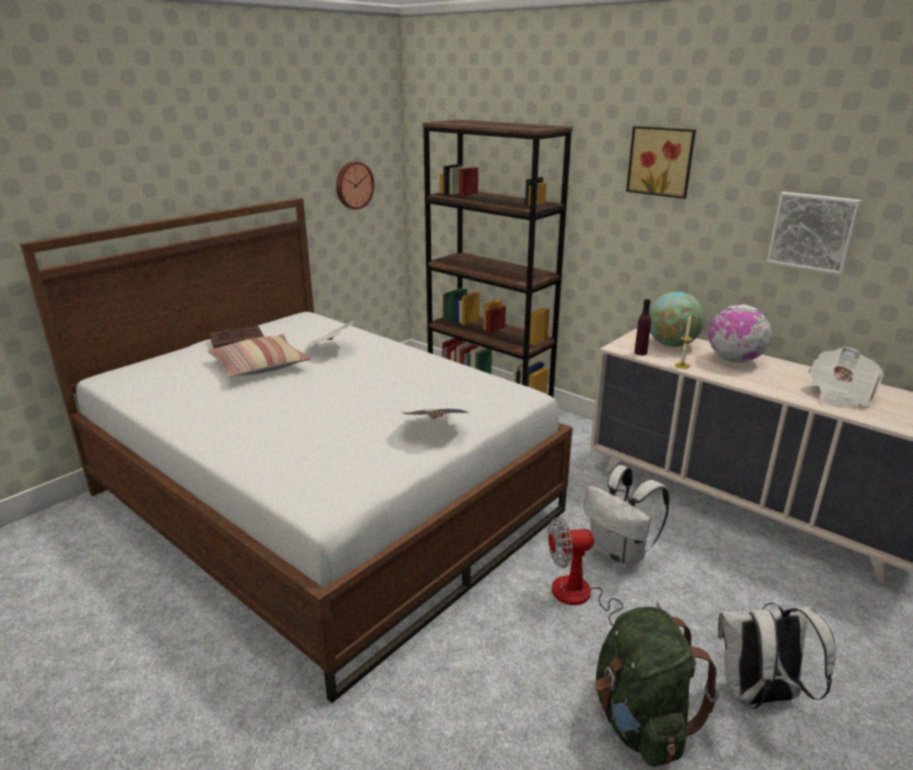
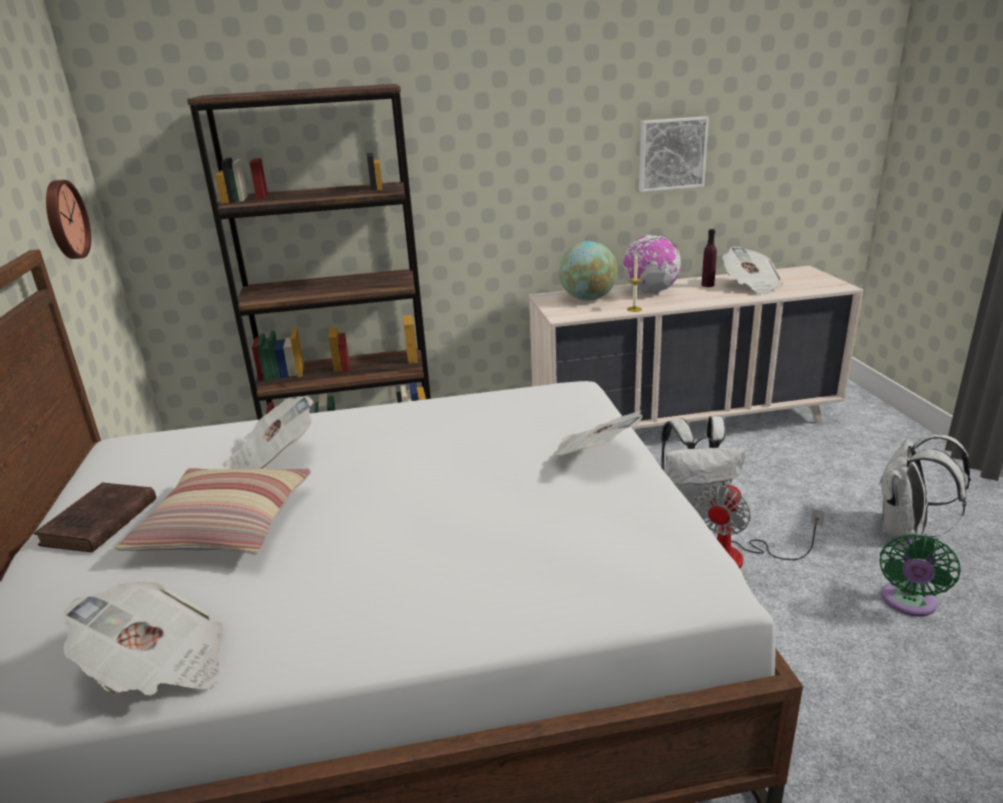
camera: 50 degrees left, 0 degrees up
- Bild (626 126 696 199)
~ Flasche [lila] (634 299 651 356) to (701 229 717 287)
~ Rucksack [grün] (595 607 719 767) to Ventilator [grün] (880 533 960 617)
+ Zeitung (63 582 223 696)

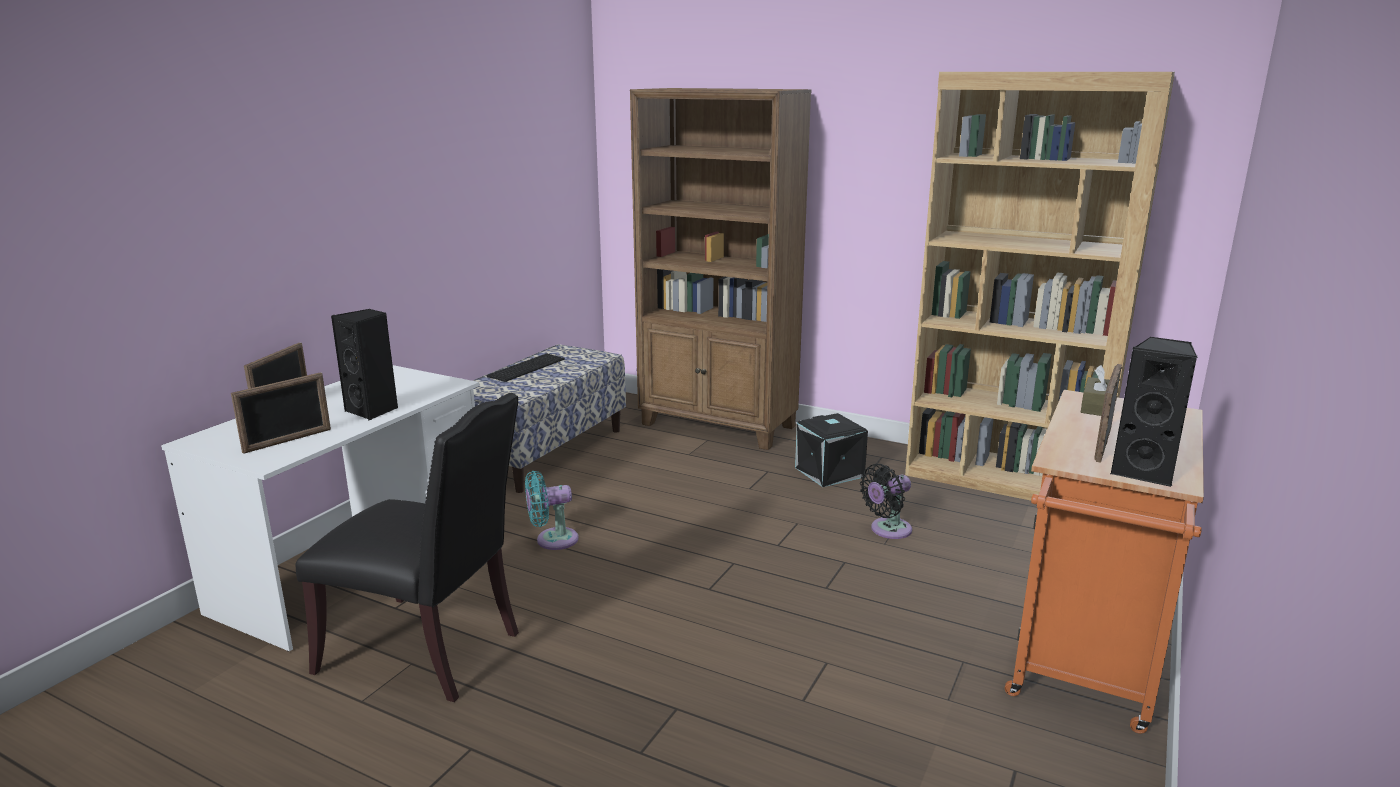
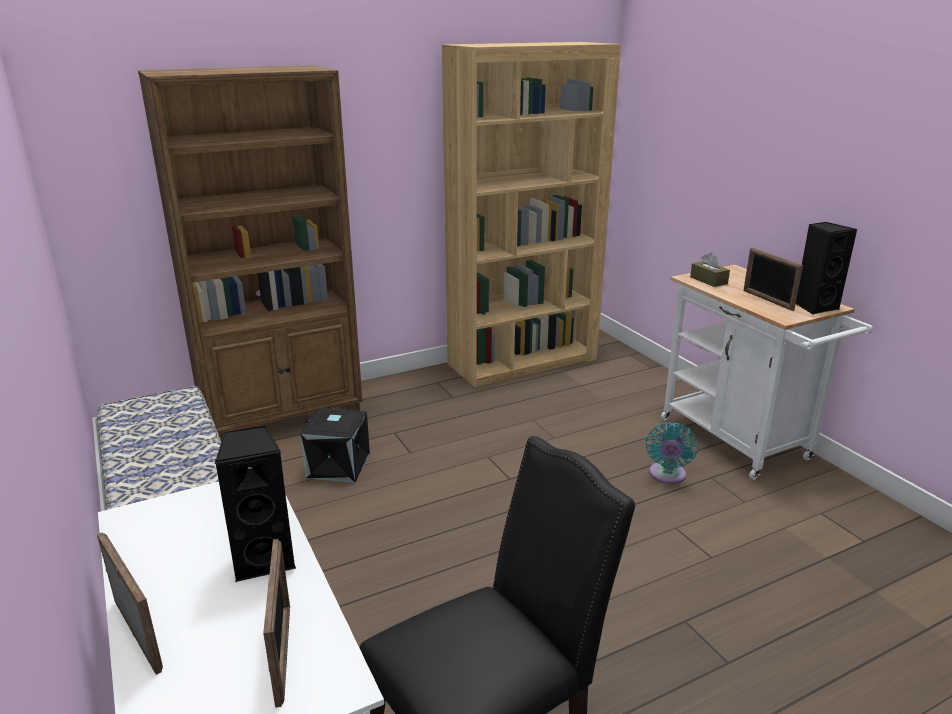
camera: 55 degrees left, 5 degrees up
- Tastatur (487 354 565 382)
~ Rollwagen [orange] (1005 390 1204 733) to Rollwagen [weiß] (661 265 873 480)
~ Aufbewahrungsbox [schwarz] (795 413 868 487) to (301 408 370 483)
- Ventilator [schwarz] (860 464 912 539)
~ Ventilator [türkis] (525 471 579 550) to (646 422 698 484)

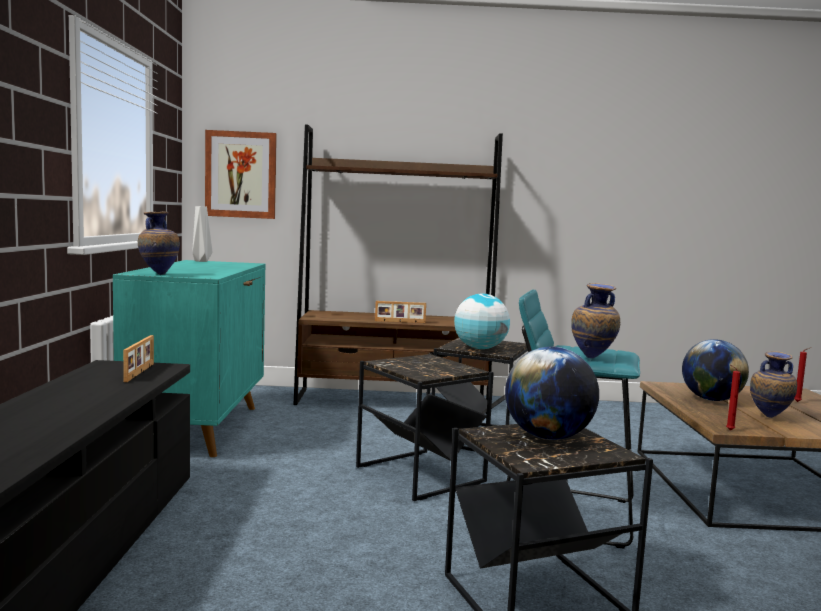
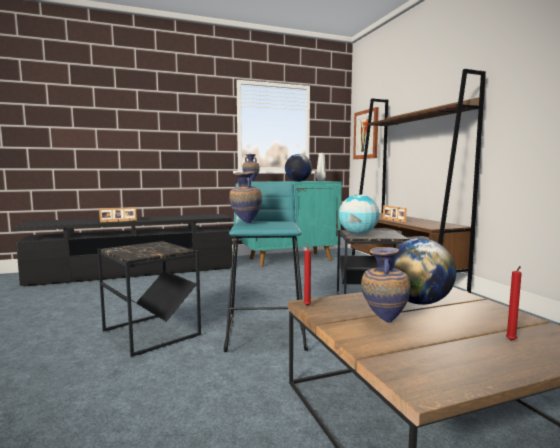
camera: 70 degrees right, 0 degrees up
~ Bilderrahmen (123 335 154 382) to (99 207 137 222)
~ Globus (505 347 599 440) to (285 154 312 182)
- Beistelltisch [schwarz] (356 353 494 501)

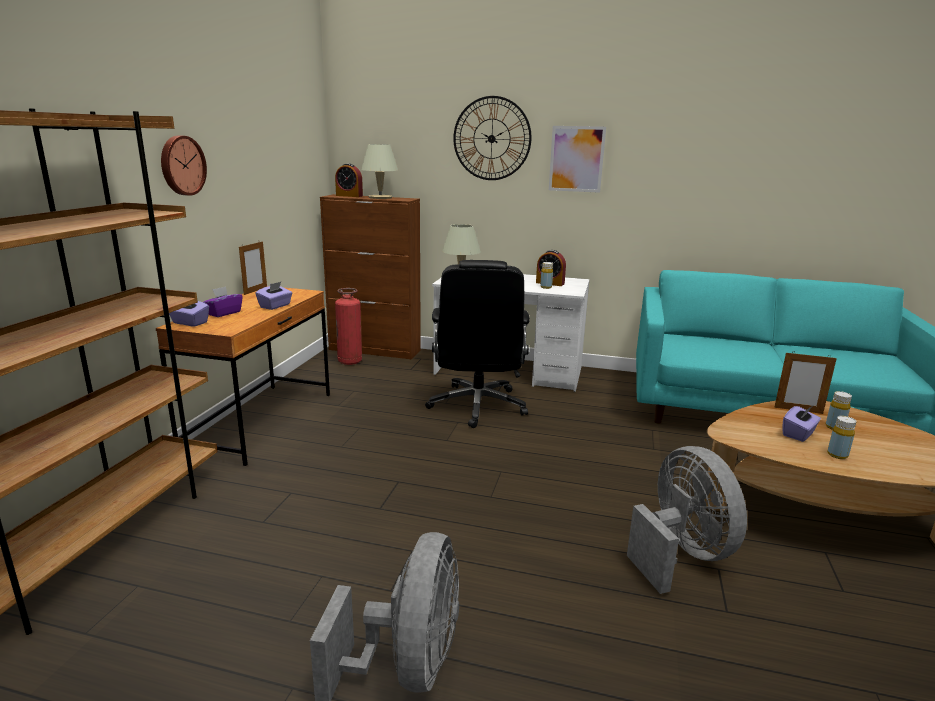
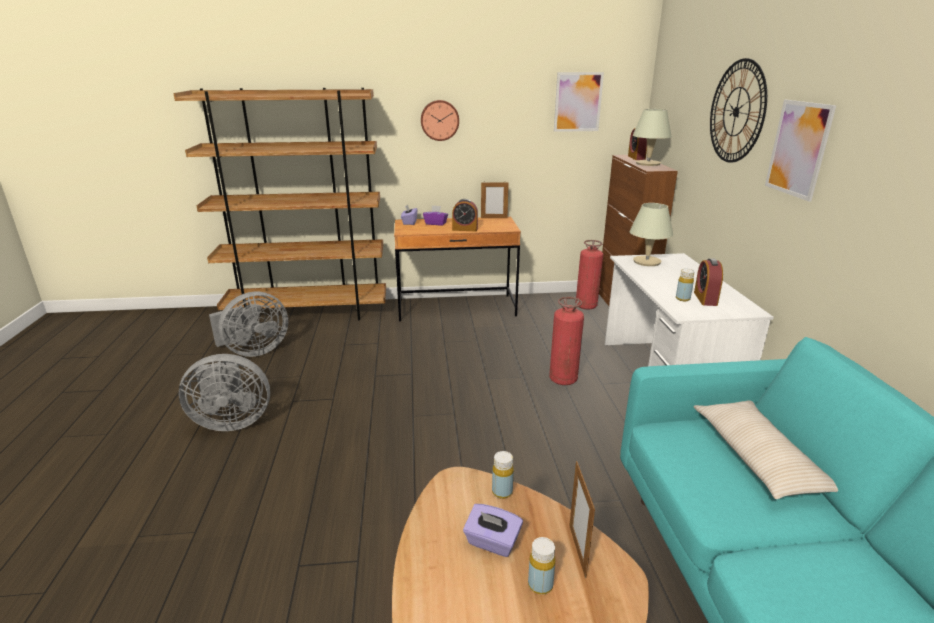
camera: 70 degrees right, 5 degrees up
~ Bürostuhl [schwarz] (425 260 530 428) to Feuerlöscher (549 297 584 385)
~ Taschentuchbox [lila] (255 282 292 310) to Wecker (452 199 478 231)
~ Flasche [gelb] (827 416 856 459) to (492 451 514 499)
~ Ventilator [grau] (627 446 747 594) to (209 292 288 357)
+ Bild (554 72 604 132)
+ Kissen [beige] (693 401 838 499)

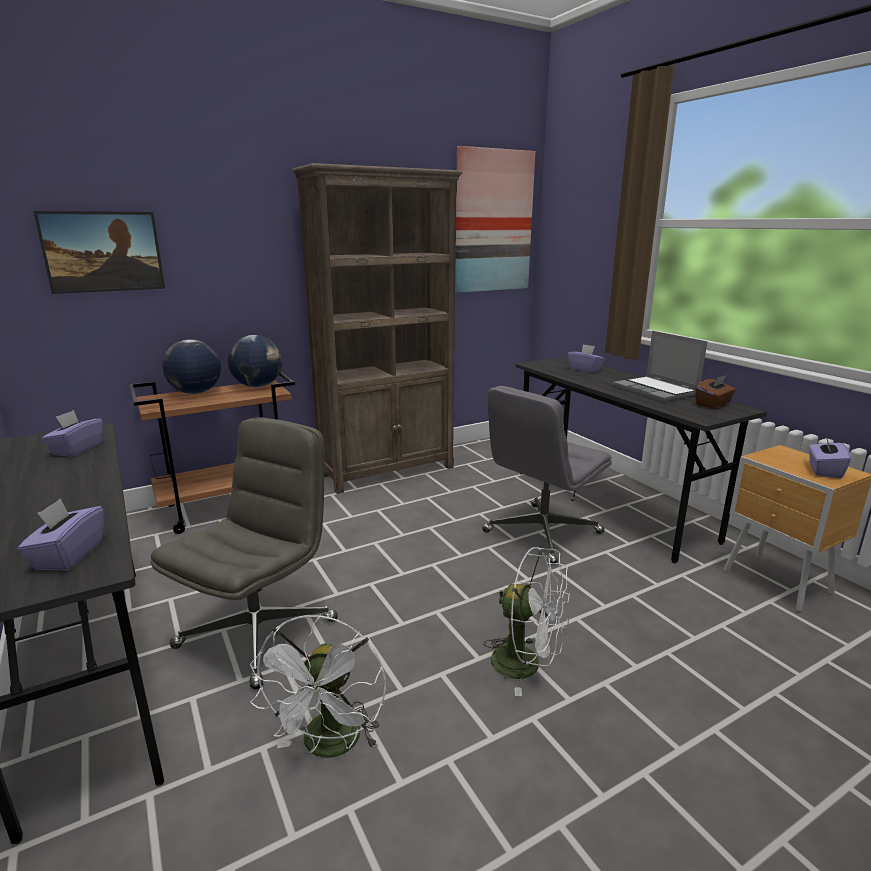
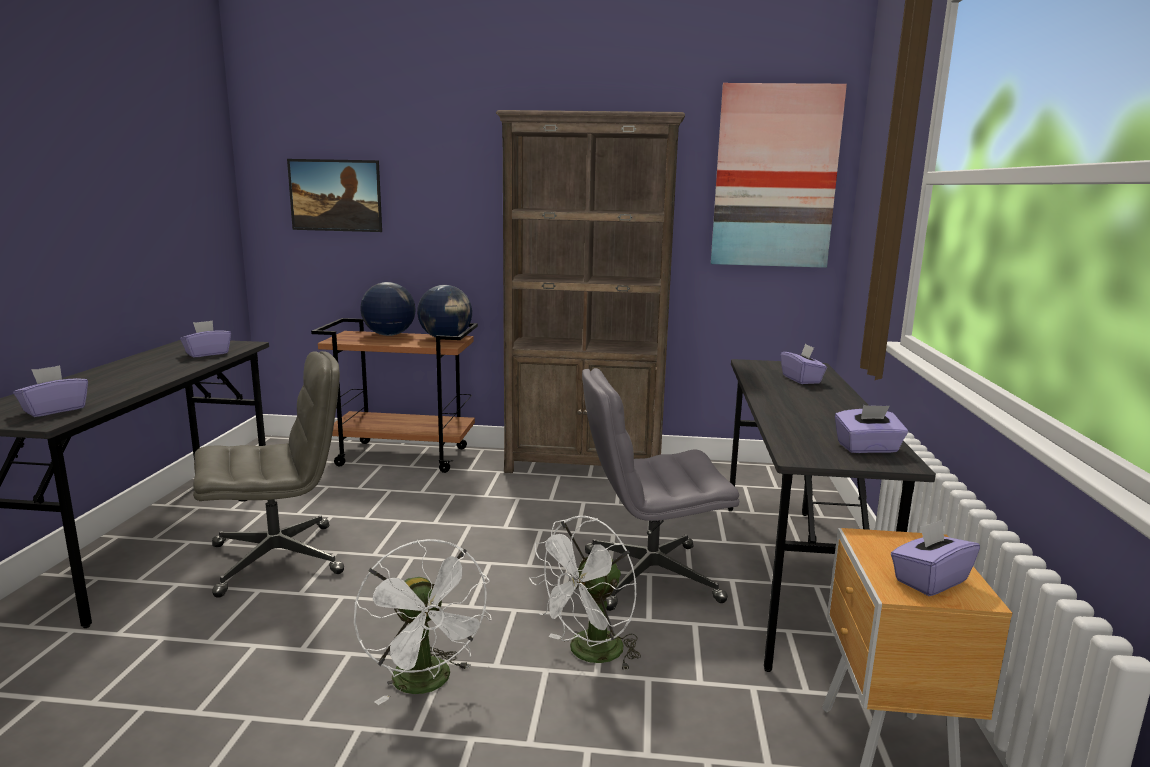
camera: 35 degrees right, 5 degrees down
- Laptop (613 331 707 402)
~ Taschentuchbox [braun] (695 375 736 409) to Taschentuchbox [lila] (835 405 908 453)
~ Ventilator [weiß] (250 615 386 758) to (529 516 641 672)

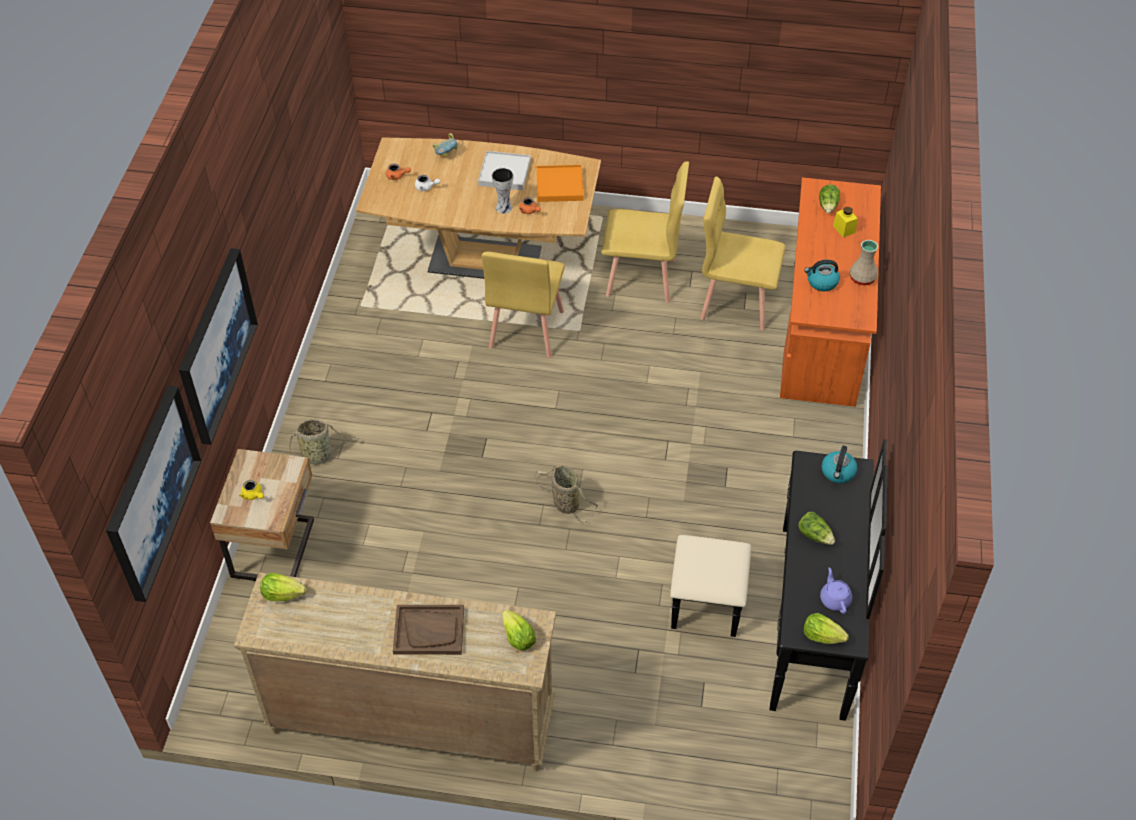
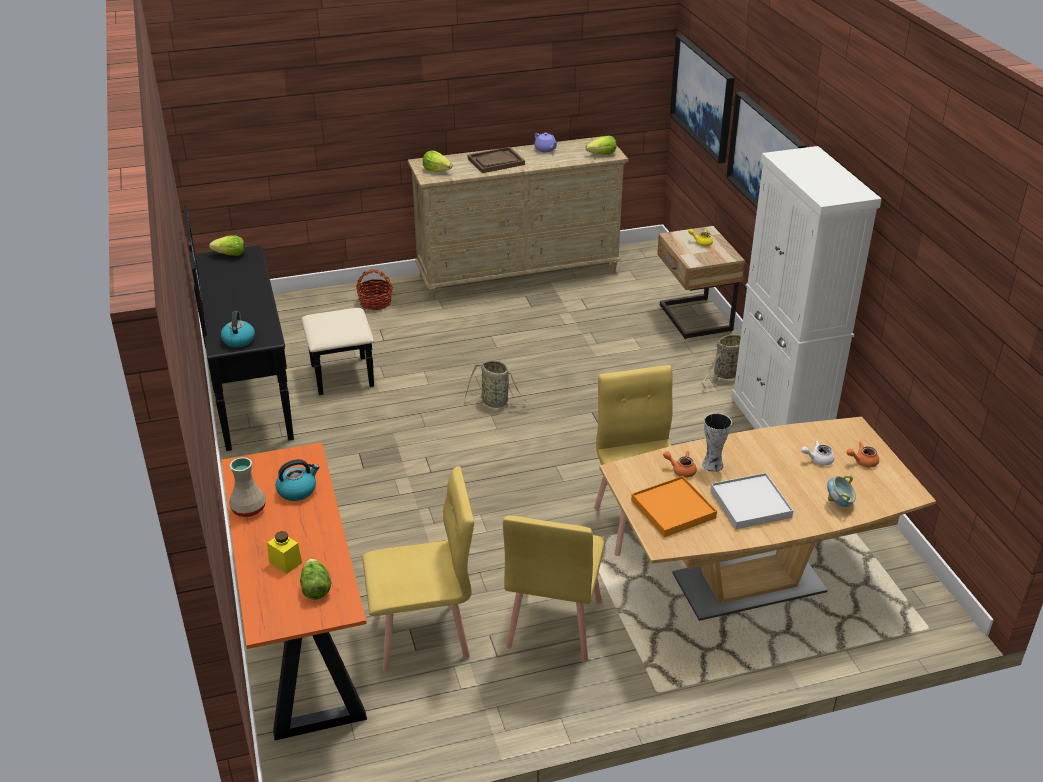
camera: 155 degrees right, 15 degrees down
~ Stuhl [gelb] (601 161 689 303) = (503 516 605 662) 60 degrees counterclockwise
- Salatkopf (798 512 835 545)
~ Teekanne [lila] (820 567 852 614) to (534 132 558 152)
+ Schrank [weiß] (731 146 882 429)
+ Korb (356 269 393 310)

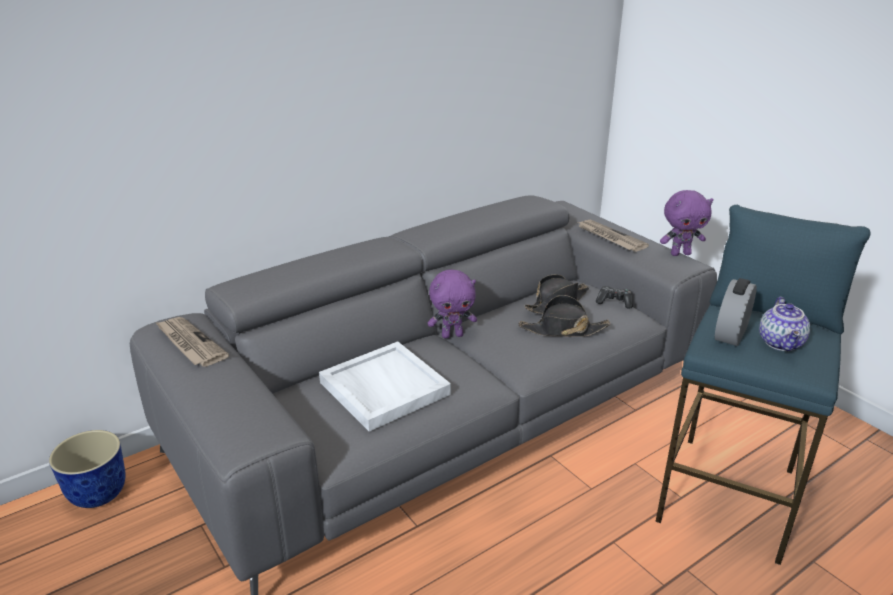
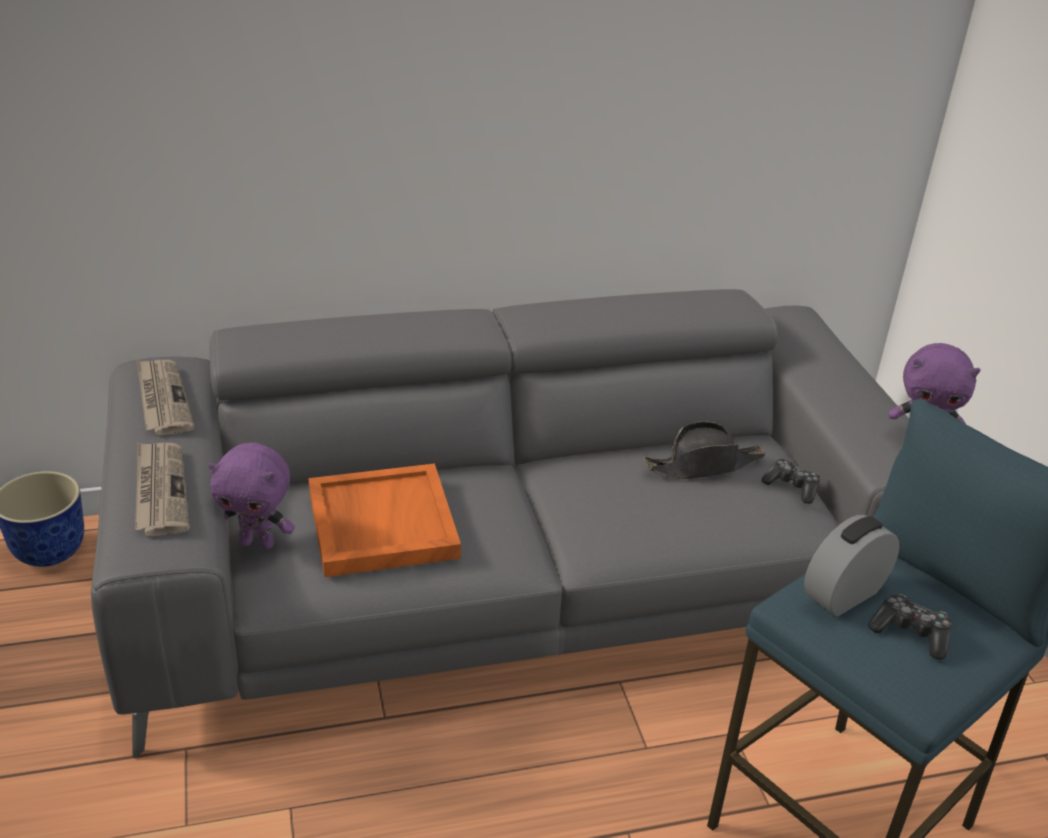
camera: 20 degrees right, 5 degrees up
~ Zeitung (578 220 649 252) to (135 442 189 536)
~ Plüschtier [lila] (428 270 477 338) to (208 443 295 550)
- Hut [schwarz] (519 295 611 337)
~ Teekanne (759 297 810 351) to Gamepad (868 594 952 660)
~ Tablett [weiß] (319 342 451 432) to Tablett [orange] (309 463 461 577)

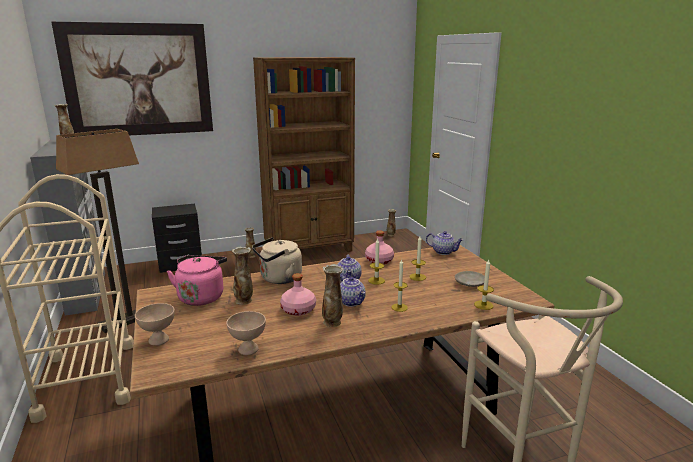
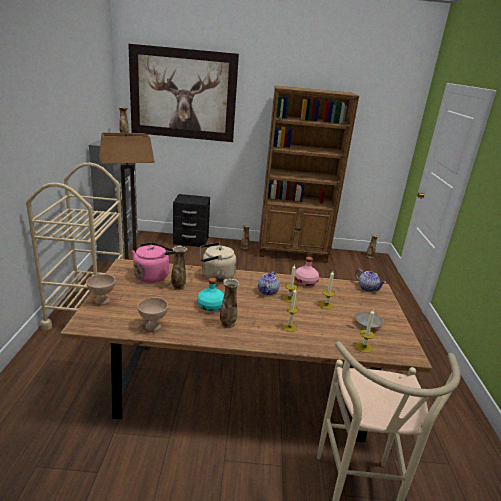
camera: 20 degrees right, 5 degrees up
~ Flasche [rosa] (280 273 316 316) to Flasche [türkis] (197 278 224 311)
- Teekanne (340 275 366 307)

